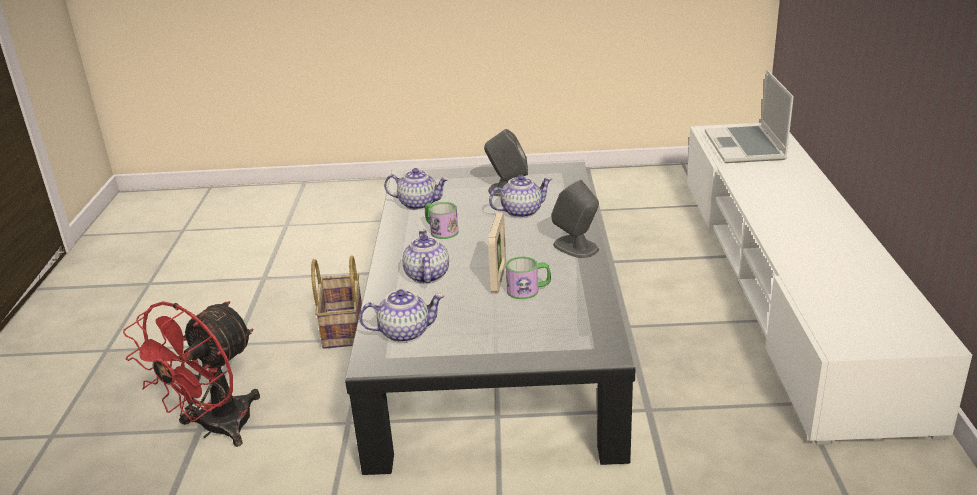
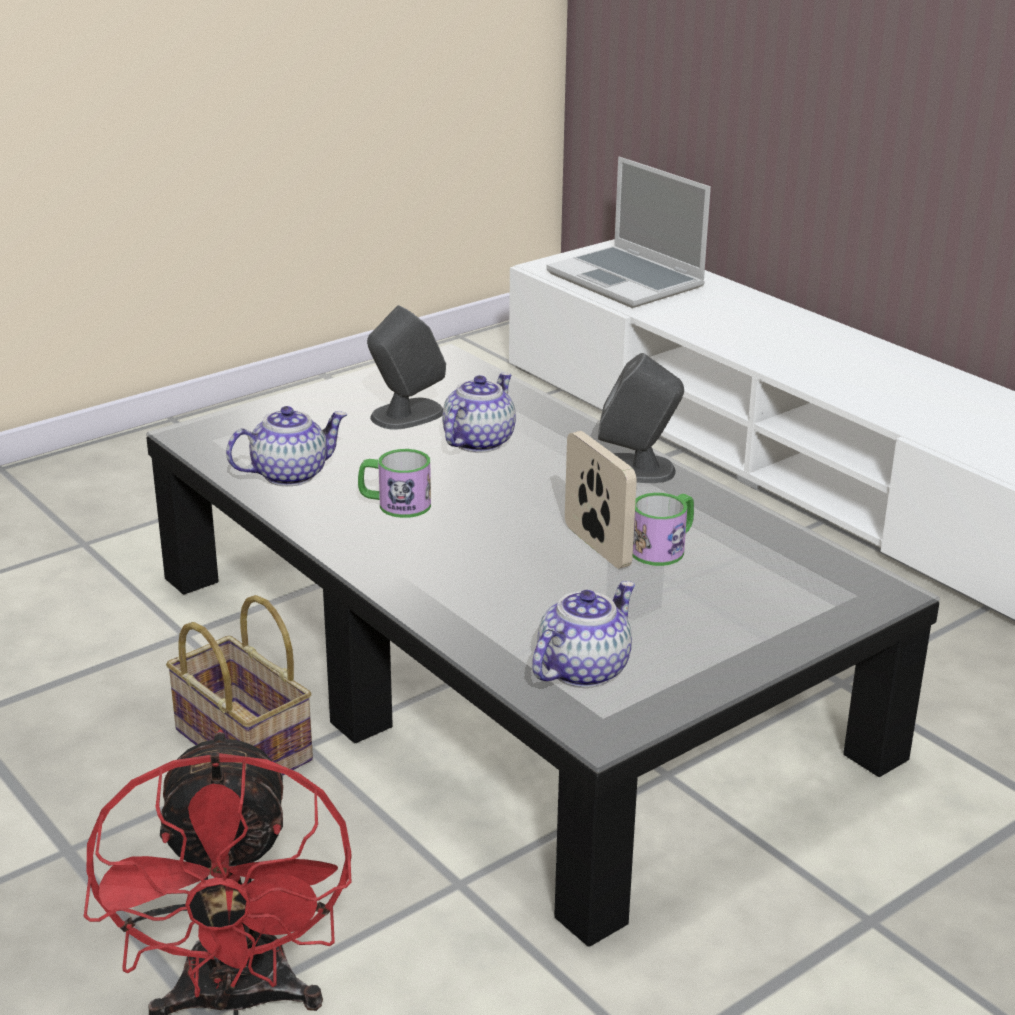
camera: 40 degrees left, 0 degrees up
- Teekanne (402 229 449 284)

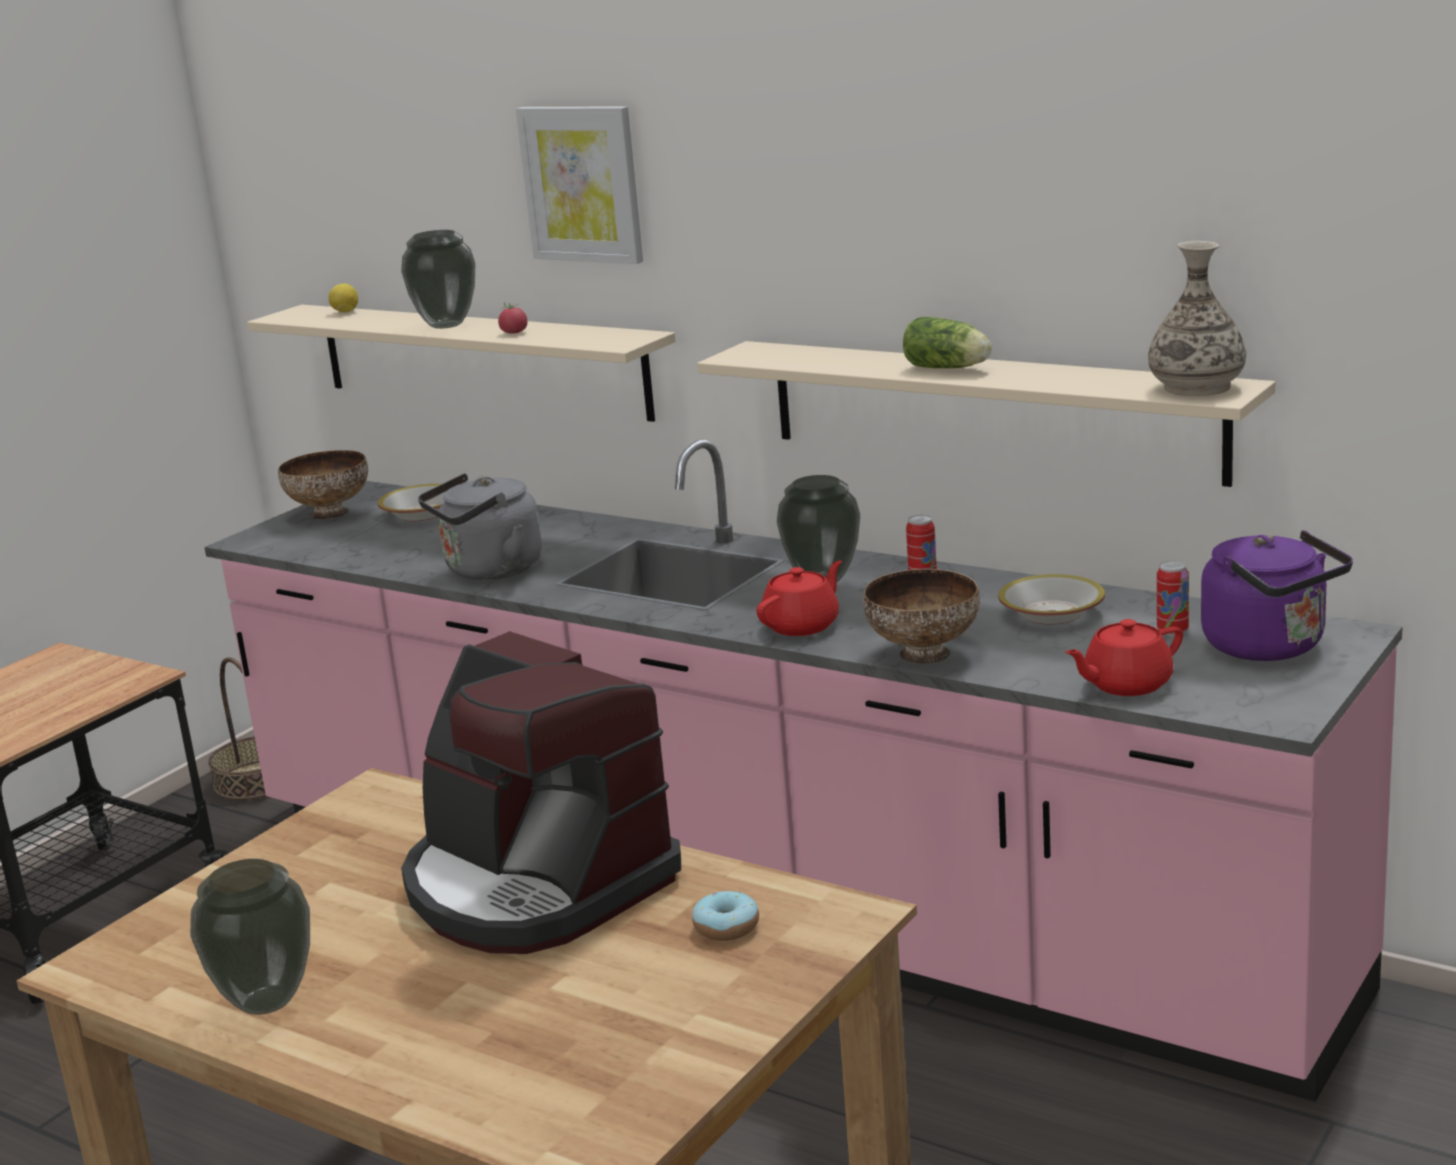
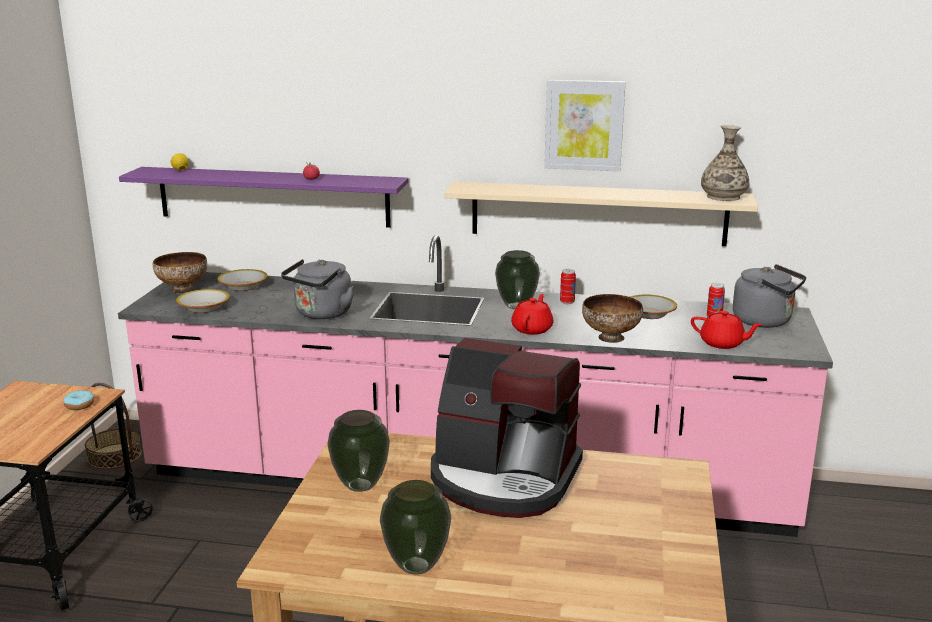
camera: 25 degrees left, 0 degrees up
~ Bild (516 106 643 264) to (544 80 626 171)
~ Vase (401 230 475 329) to (327 410 390 492)
~ Wandregal [beige] (247 305 675 422) to Wandregal [lila] (119 167 408 228)
- Salatkopf (903 316 992 368)
~ Wasserkessel [lila] (1201 530 1353 661) to Wasserkessel [grau] (733 264 806 328)
~ Teekanne [rot] (1065 619 1183 696) = (691 311 763 349) 105 degrees counterclockwise
~ Donut (692 891 759 941) to (63 390 94 410)
+ Schüssel (176 289 230 313)

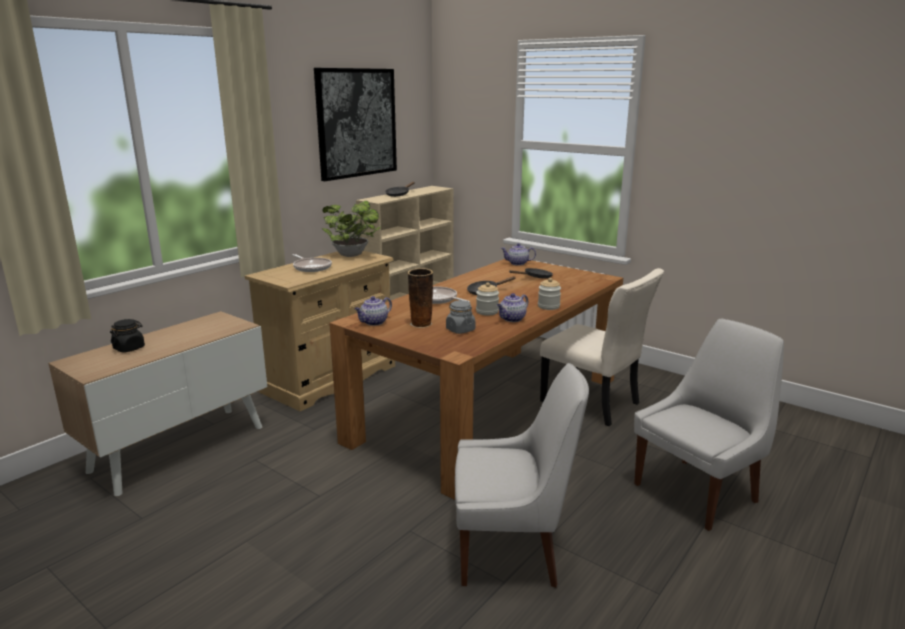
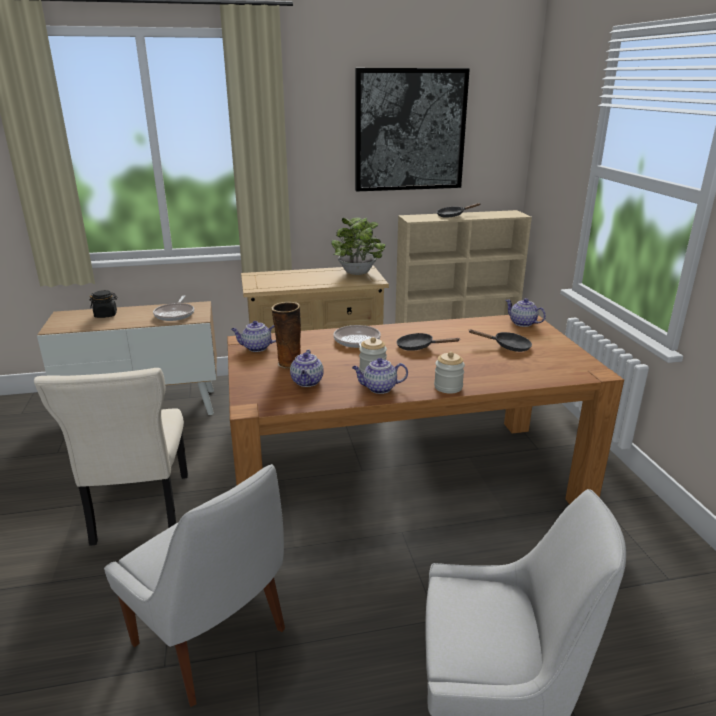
camera: 40 degrees right, 5 degrees up
~ Pfanne (293 254 332 272) to (153 295 194 321)
~ Stuhl [beige] (540 268 664 426) to (34 368 188 546)
~ Vorratsglas [grau] (446 300 475 334) to Teekanne (290 349 324 387)

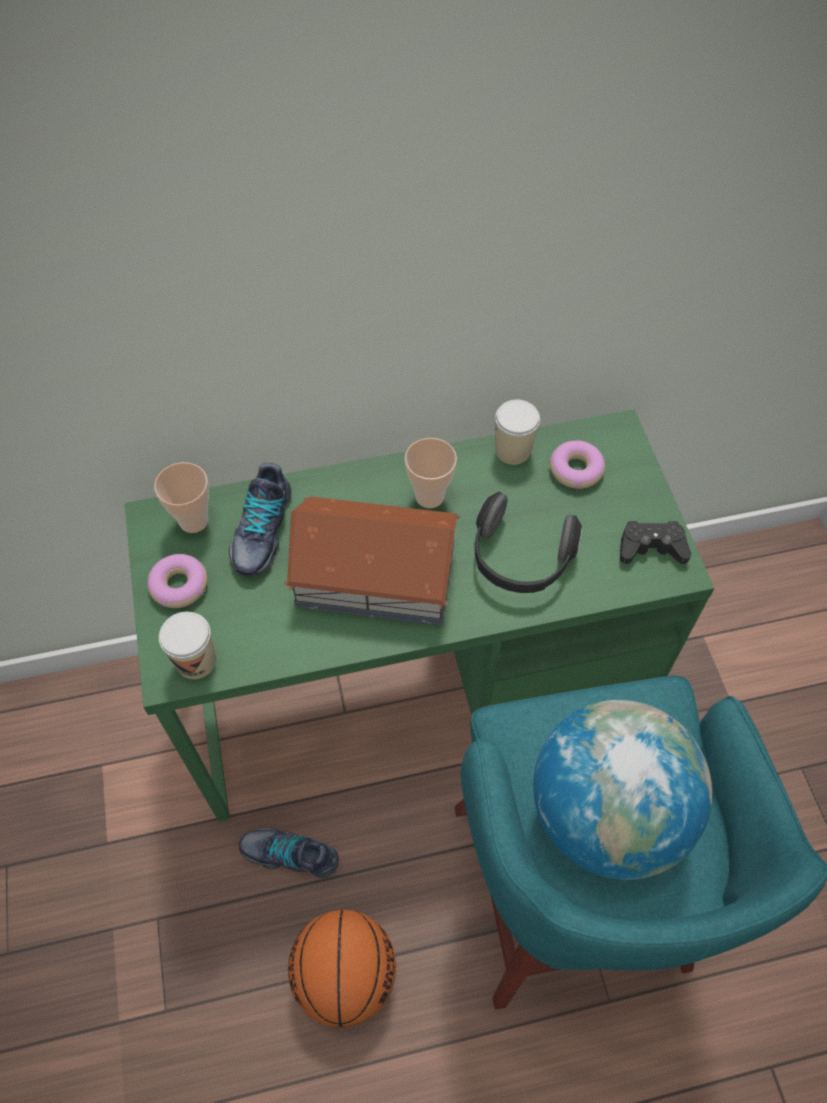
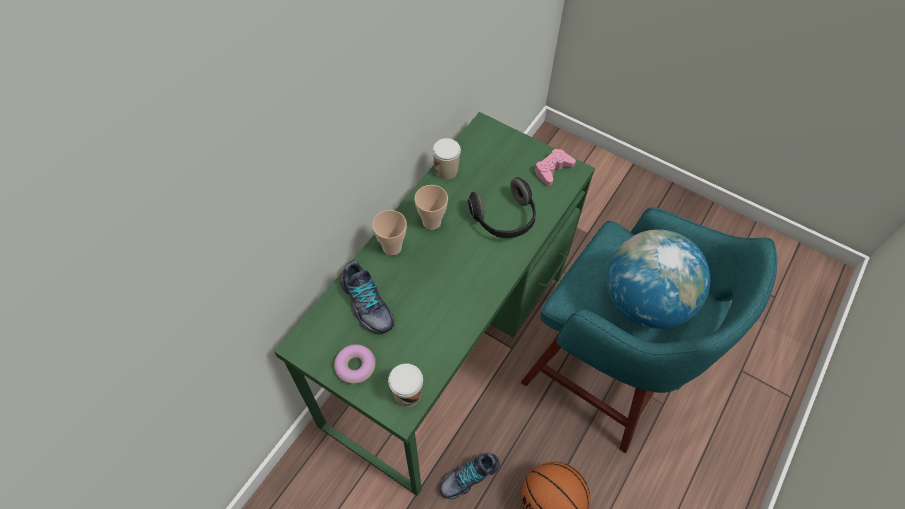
camera: 45 degrees left, 0 degrees up
- Donut (549 441 605 489)
~ Tasse (154 462 209 533) to (372 210 407 256)
- Spielzeughaus (284 496 460 625)
~ Gamepad [schwarz] (620 521 691 564) to Gamepad [rosa] (534 149 576 186)

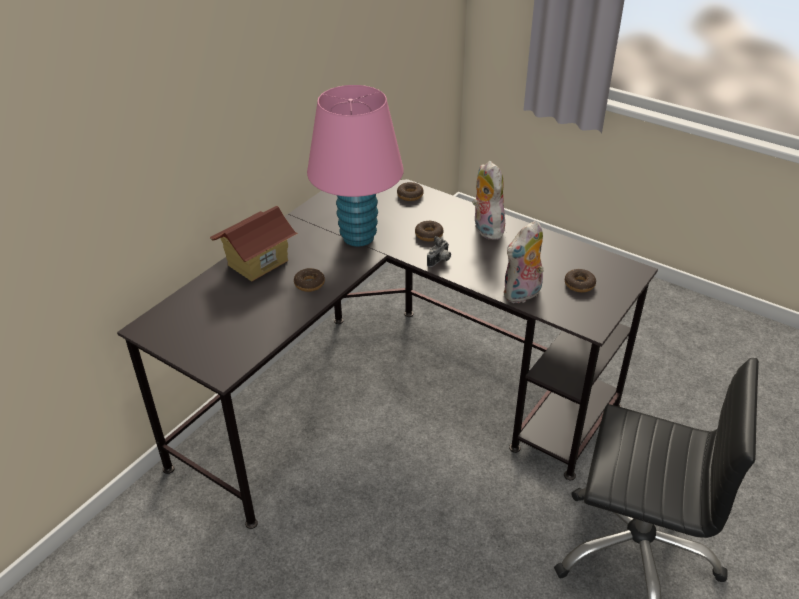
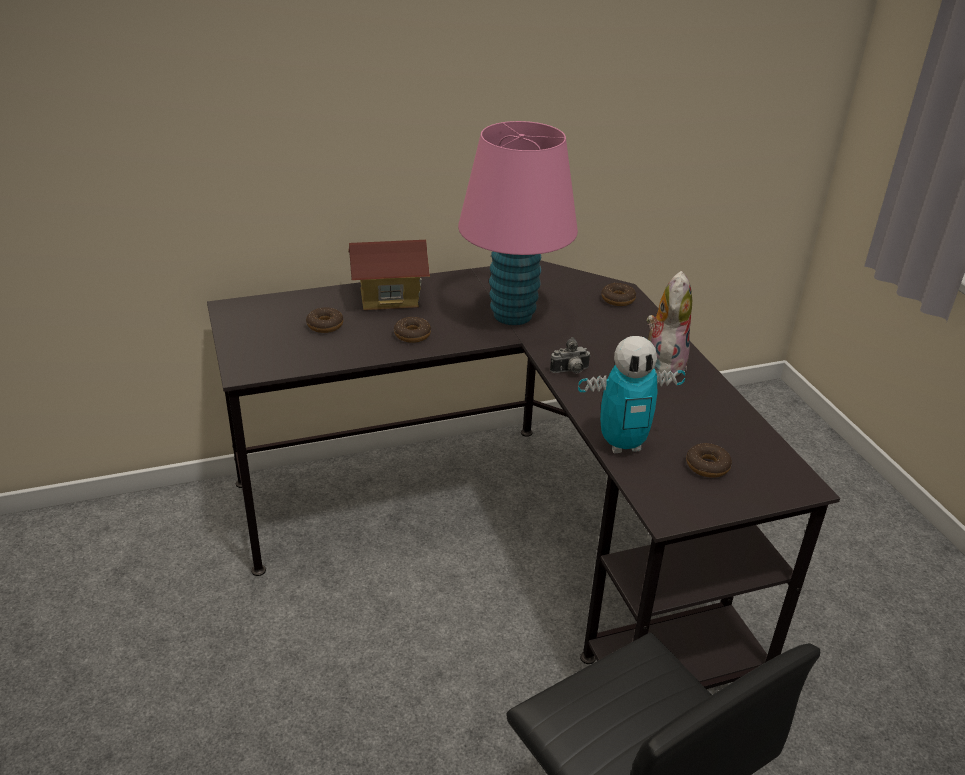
camera: 35 degrees right, 5 degrees down
~ Donut (415 221 443 241) to (306 308 343 333)
~ Plüschtier (503 221 544 303) to Spielzeugroboter (578 336 685 453)

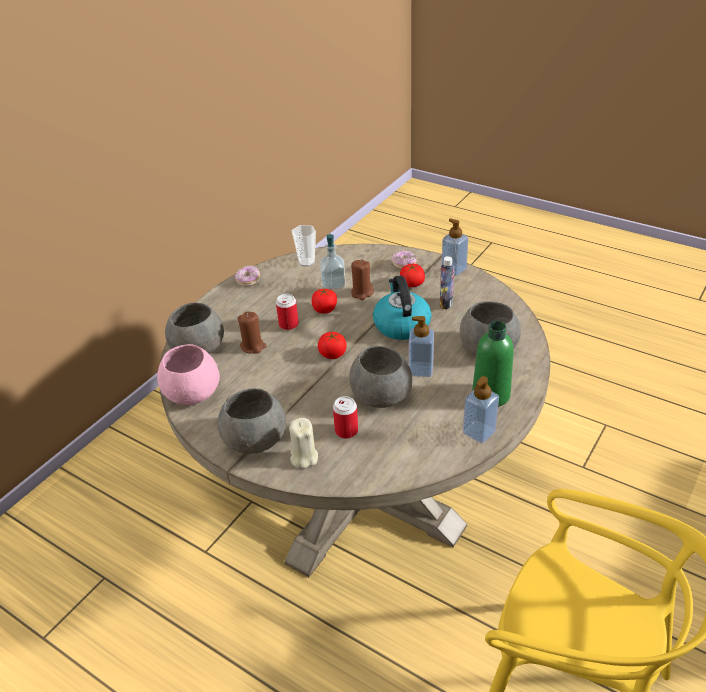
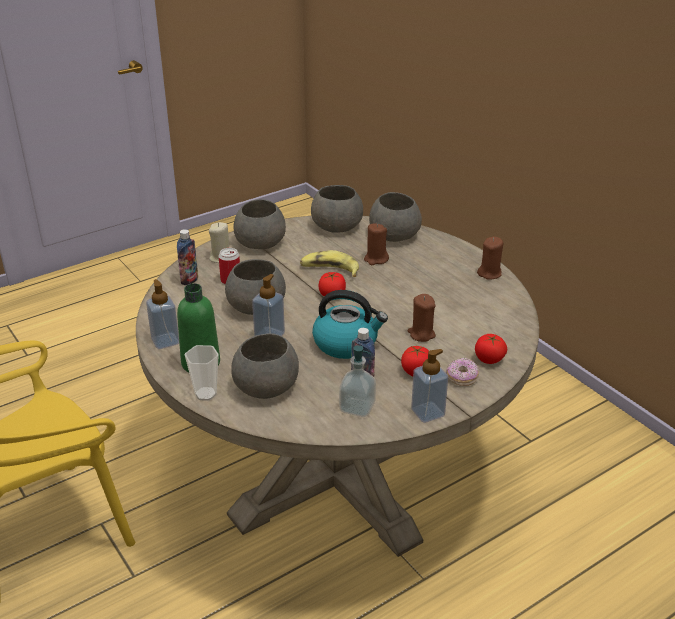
camera: 110 degrees right, 5 degrees down
~ Tasse (292 225 316 267) to (185 345 219 401)
~ Seifenspender (320 234 346 289) to (339 345 376 417)
~ Donut (235 265 260 286) to Kerze [braun] (477 237 503 280)
~ Tomate (312 288 337 314) to (475 334 507 364)
- Dose (276 294 299 330)
~ Schüssel [rosa] (157 344 220 405) to Schüssel [grau] (311 185 363 233)
+ Flasche (177 229 198 286)
+ Banane (300 250 359 277)

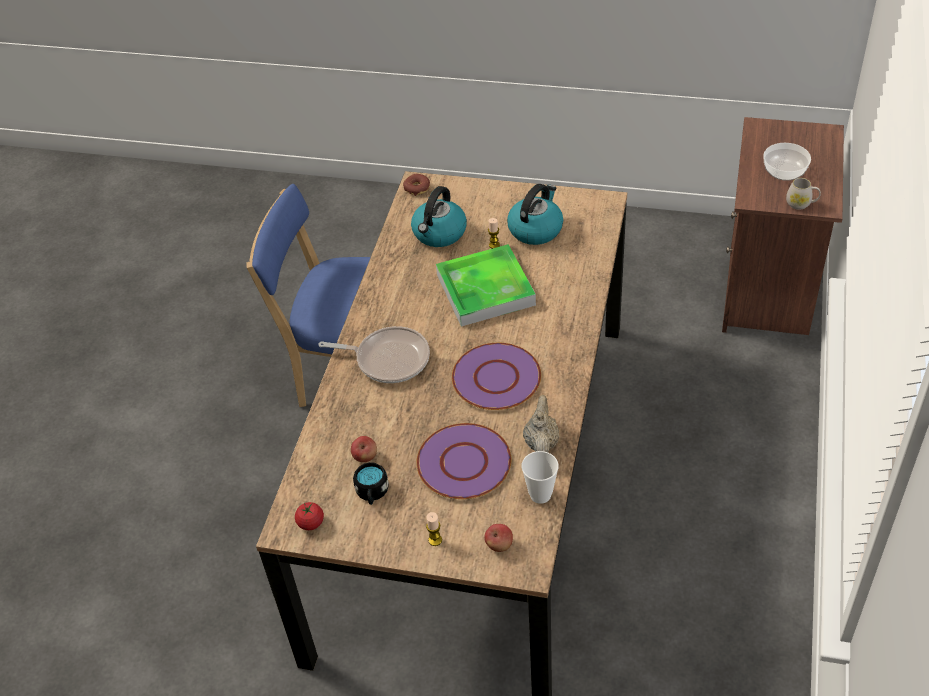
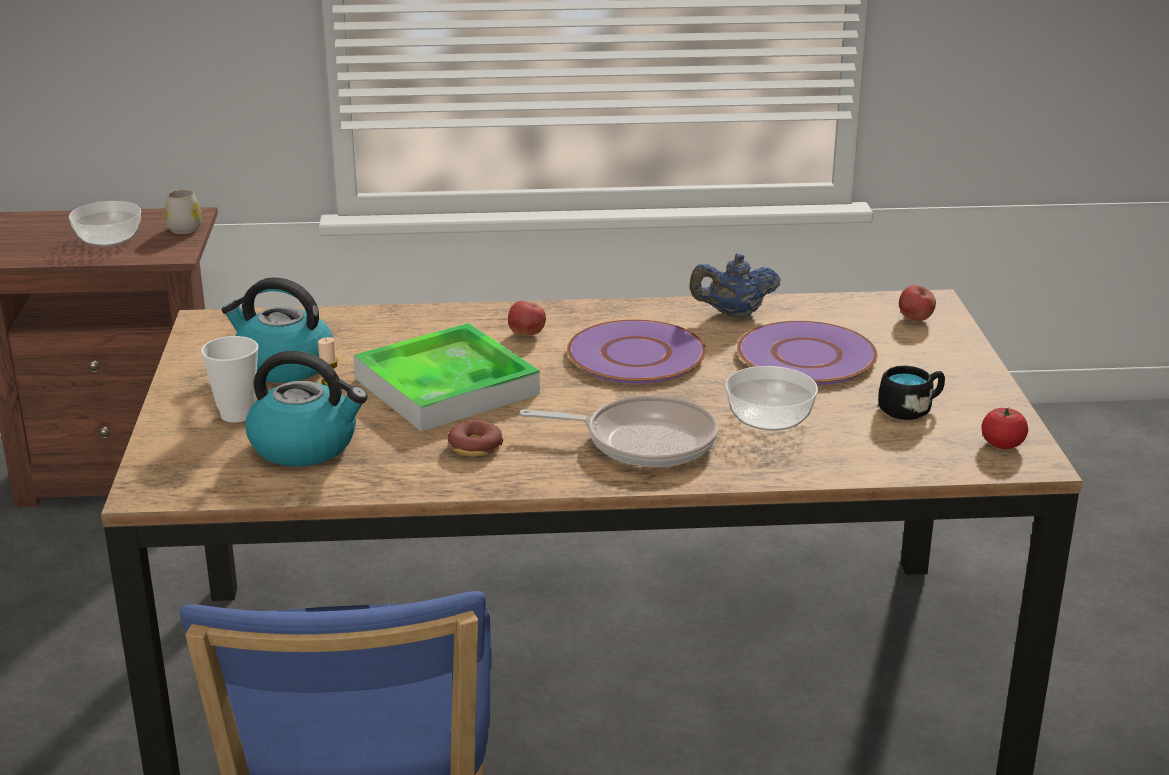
camera: 110 degrees left, 20 degrees down
~ Donut (403 174 430 196) to (448 420 503 457)
~ Pfanne (318 326 430 383) = (520 395 718 467) 105 degrees clockwise
~ Teekanne [beige] (523 395 560 452) to Teekanne [blau] (689 254 781 318)
~ Apfel (351 436 377 462) to (508 301 546 335)
~ Tasse (521 451 559 504) to (201 336 258 423)
- Kerze (426 512 442 546)
+ Schüssel (725 366 818 431)

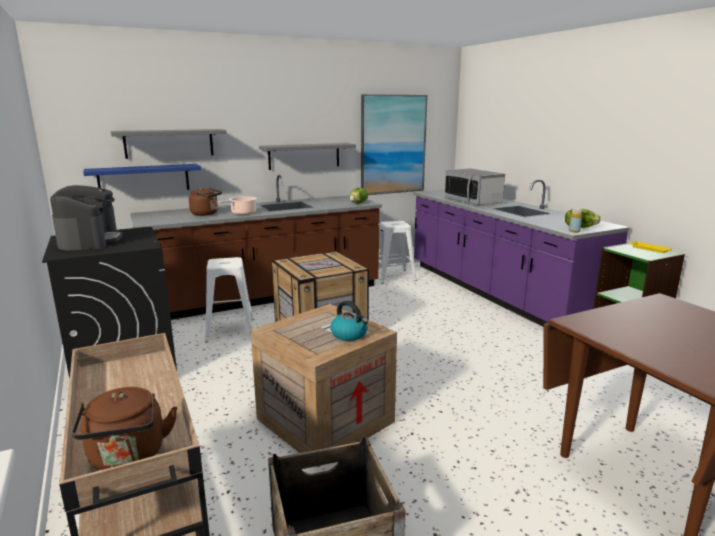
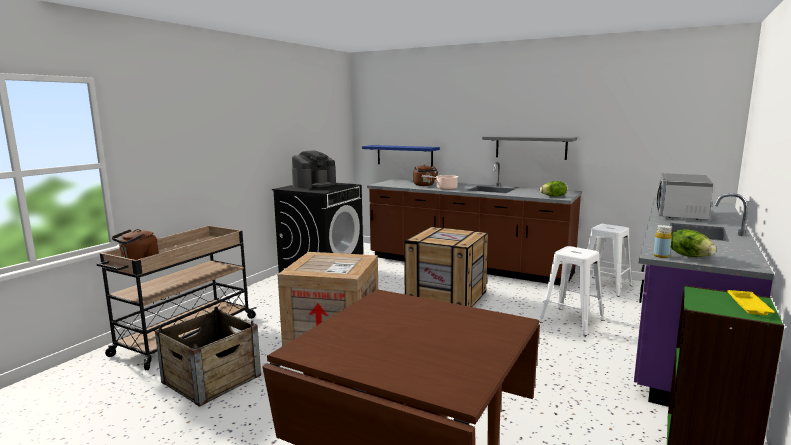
camera: 55 degrees right, 5 degrees down
- Bild (361 94 428 195)
- Wandregal [grau] (111 129 227 159)
~ Hocker [weiß] (205 257 254 343) to (539 246 604 336)
- Wasserkessel (330 301 368 341)

